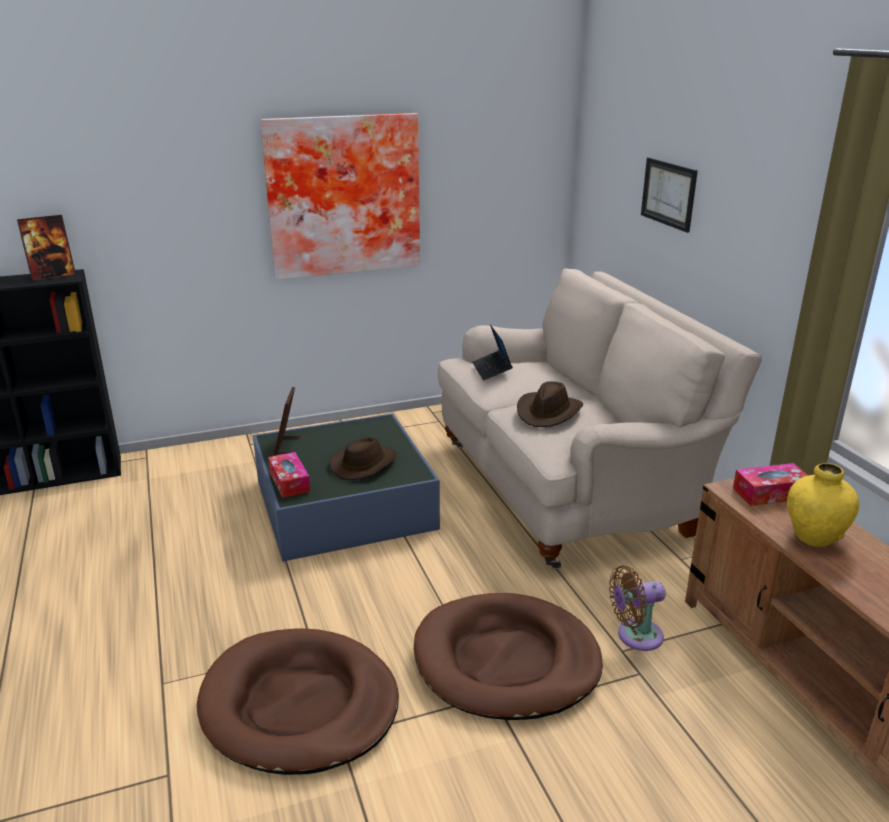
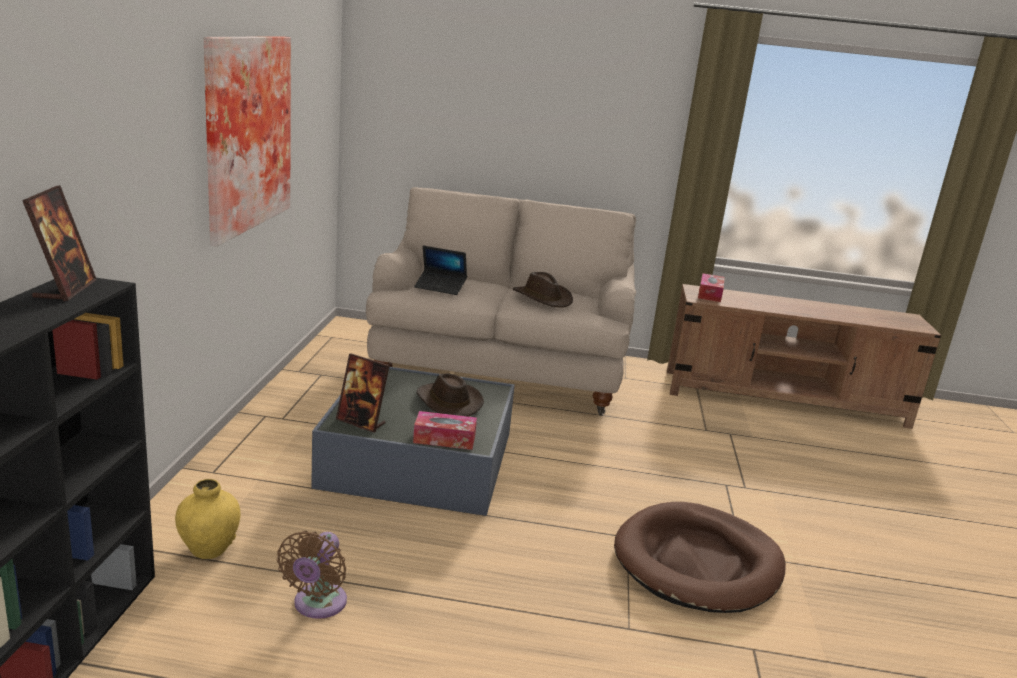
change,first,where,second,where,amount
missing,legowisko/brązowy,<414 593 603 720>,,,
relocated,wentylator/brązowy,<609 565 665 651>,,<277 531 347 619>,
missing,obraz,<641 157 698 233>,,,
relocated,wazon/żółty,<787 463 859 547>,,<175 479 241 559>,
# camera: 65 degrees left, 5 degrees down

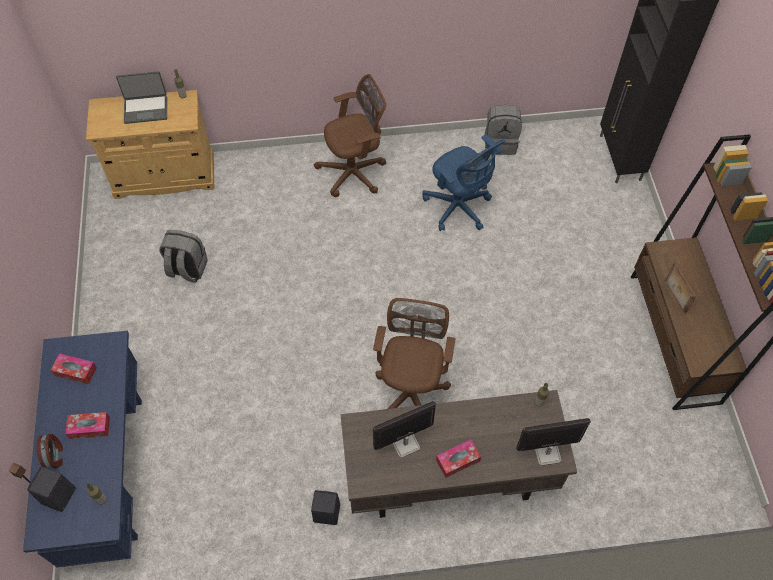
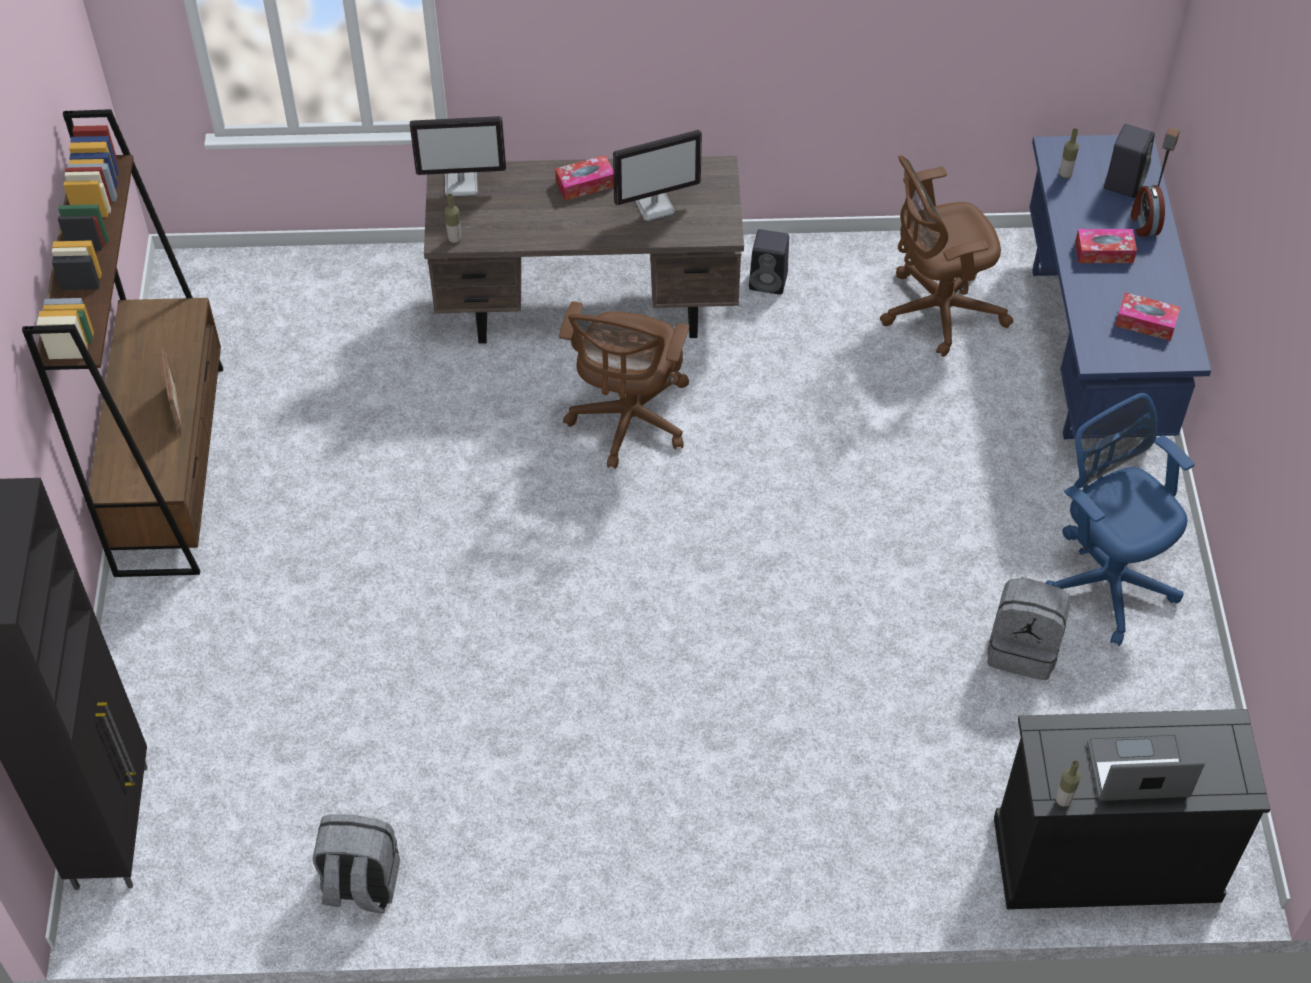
change,first,where,second,where,amount
colour,szafka/beżowy,<86 90 214 199>,szafka/czarny,<994 709 1270 909>,
relocated,krzesło biurowe/brązowy,<314 74 386 197>,,<880 155 1014 357>,
relocated,krzesło biurowe/niebieski,<423 134 505 231>,,<1046 393 1195 646>,
# camera: 175 degrees left, 5 degrees down

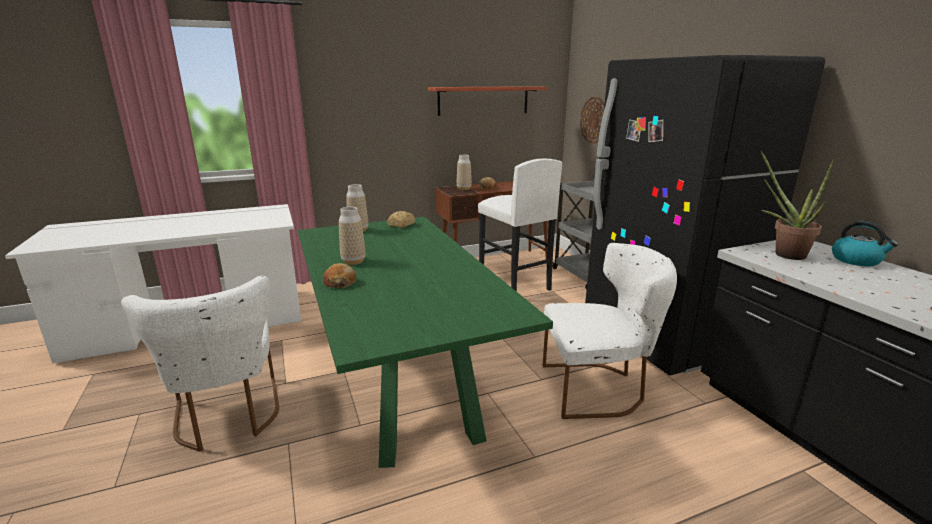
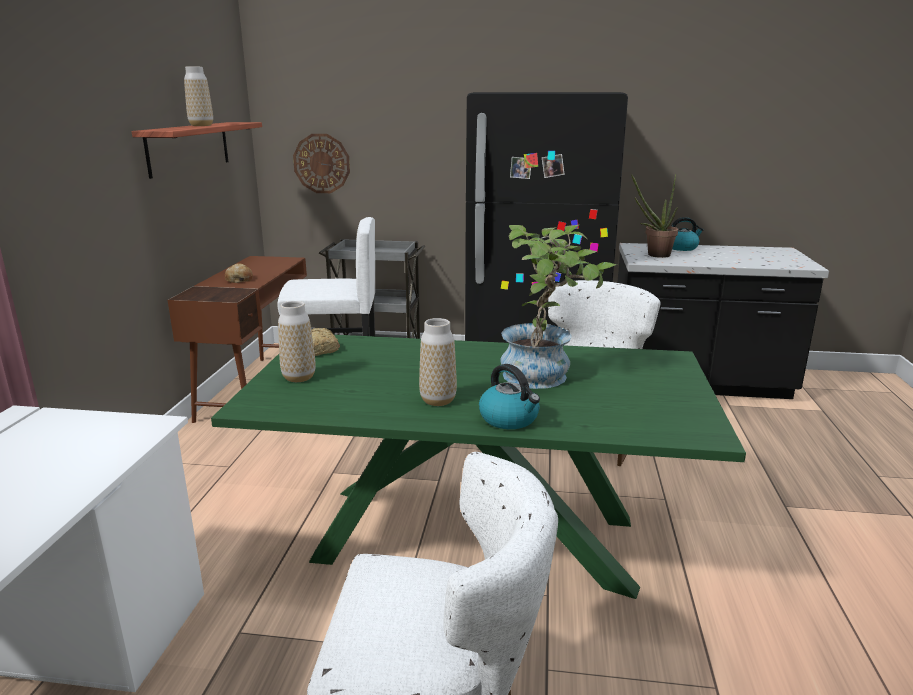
change,first,where,second,where,amount
exchanged,chleb,<323 263 356 288>,czajnik,<479 364 540 429>,
relocated,wazon,<457 155 472 190>,,<184 66 213 126>,
appeared,,,roślina doniczkowa,<500 225 617 389>,
# camera: 60 degrees left, 0 degrees up

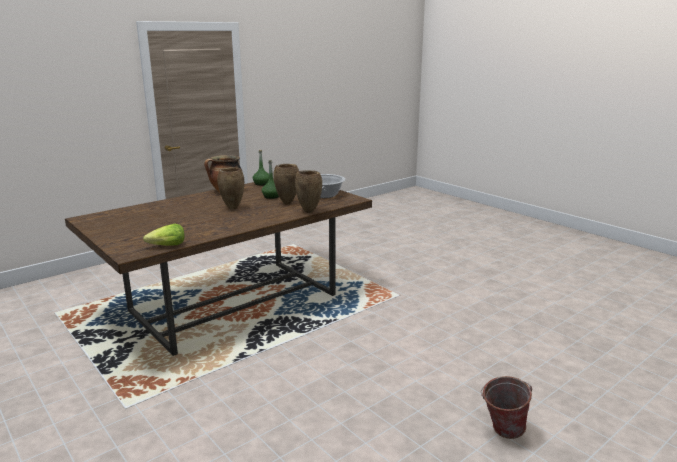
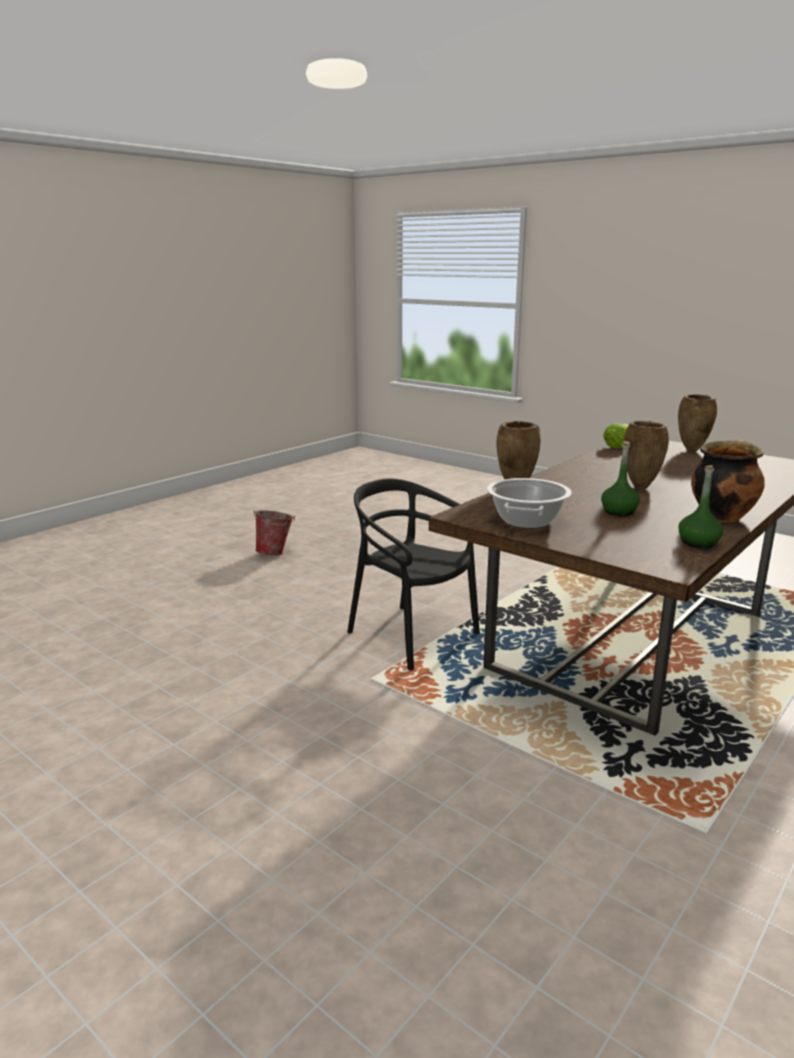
change,first,where,second,where,amount
relocated,wazon/brązowy,<273 164 299 205>,,<678 394 717 452>,
appeared,,,krzesło/czarny,<347 479 480 670>,
# camera: 170 degrees right, 0 degrees up

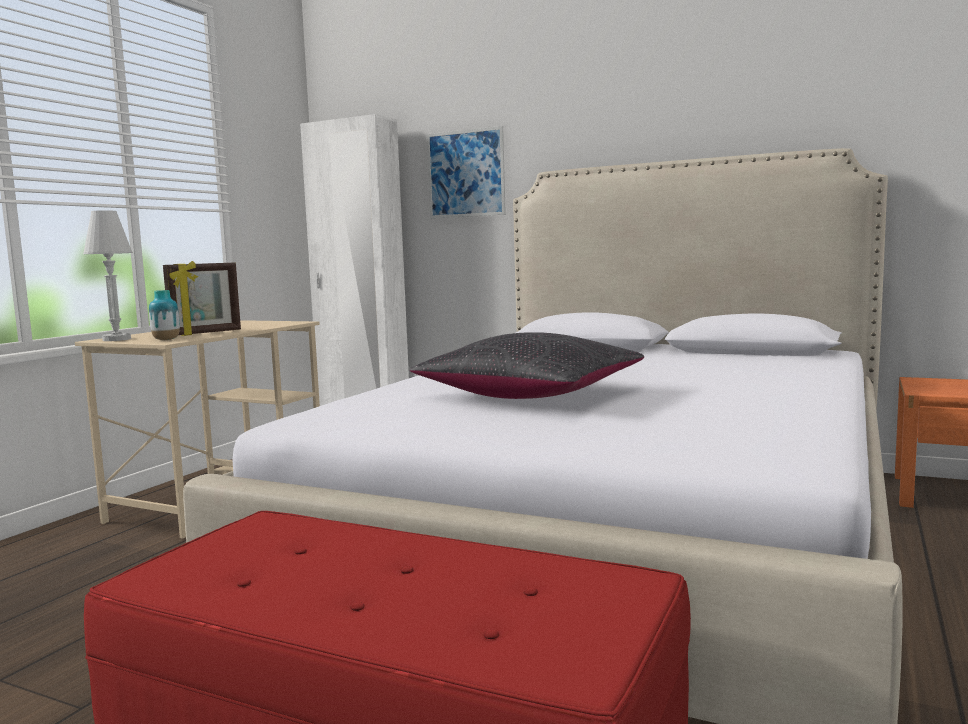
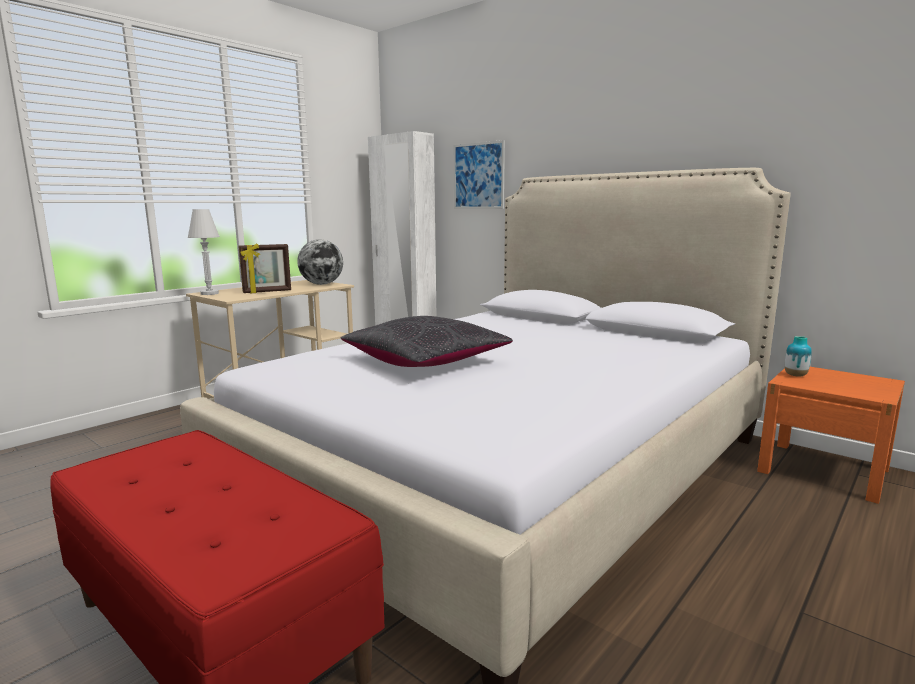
change,first,where,second,where,amount
relocated,wazon,<149 290 180 340>,,<785 336 812 376>,
appeared,,,globus,<297 239 343 285>,
# camera: 15 degrees right, 5 degrees up

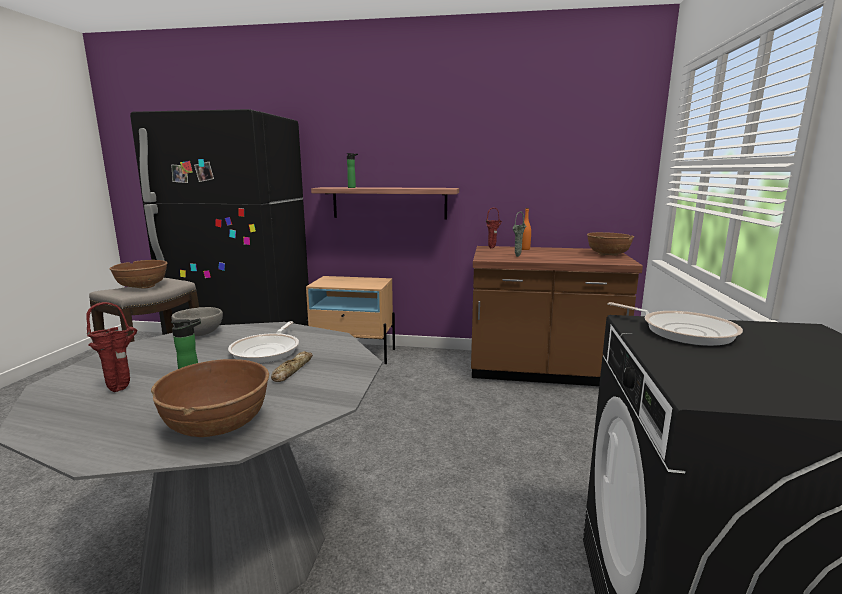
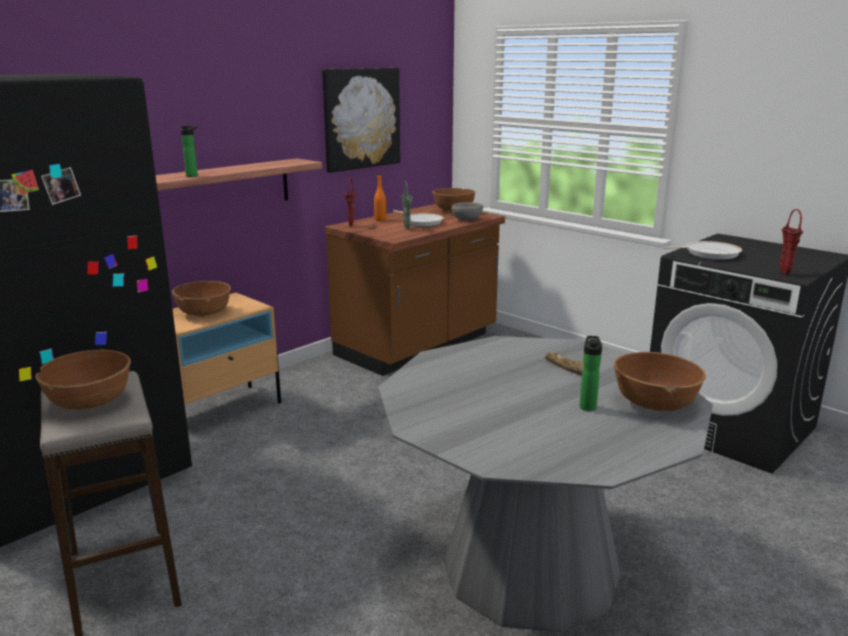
change,first,where,second,where,amount
relocated,wazon/czerwony,<86 302 138 392>,,<780 209 803 275>,
relocated,miska/szary,<172 307 223 336>,,<451 202 483 220>,
relocated,patelnia,<228 321 299 363>,,<393 210 444 226>,
appeared,,,miska/brązowy,<172 281 231 317>,
appeared,,,obraz,<322 68 400 173>,
# camera: 55 degrees left, 5 degrees up

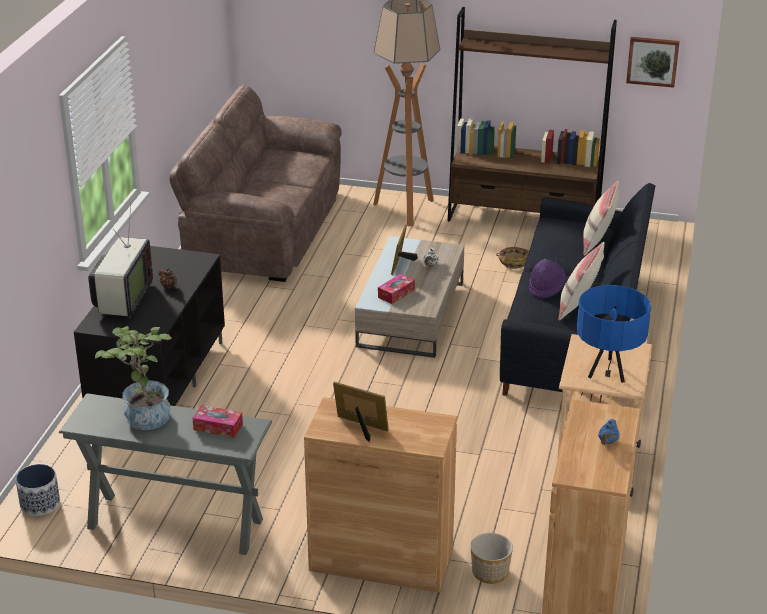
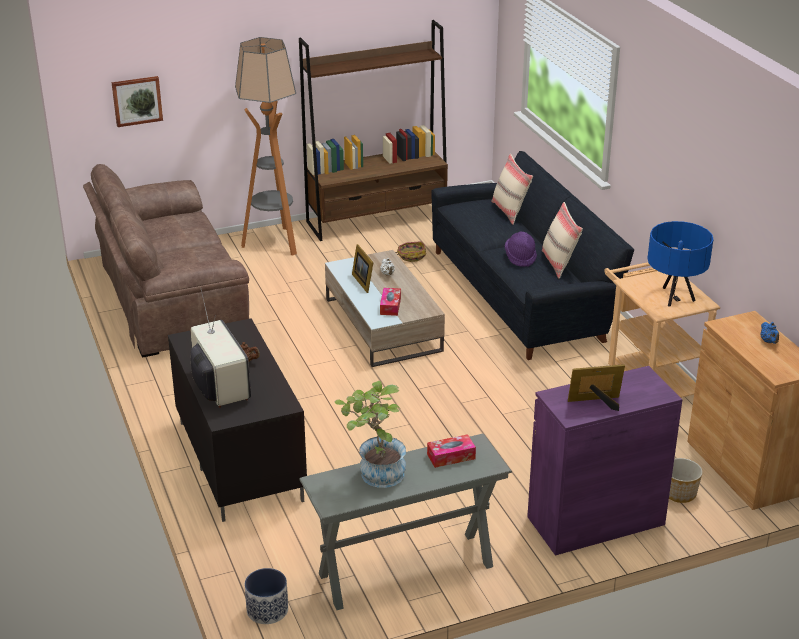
change,first,where,second,where,amount
colour,szafka/brązowy,<304 397 457 593>,szafka/fioletowy,<527 366 682 556>,
relocated,obraz,<626 37 680 88>,,<111 76 163 127>,
# camera: 35 degrees left, 0 degrees up

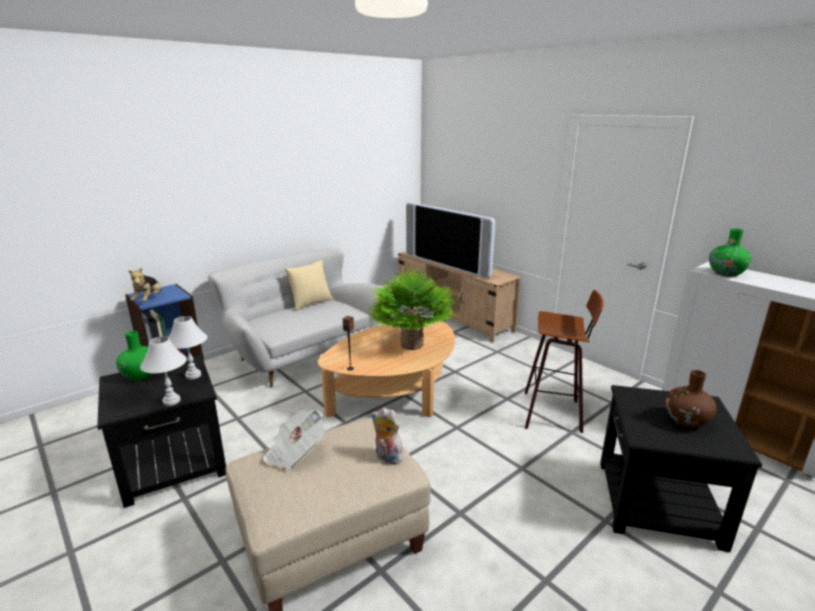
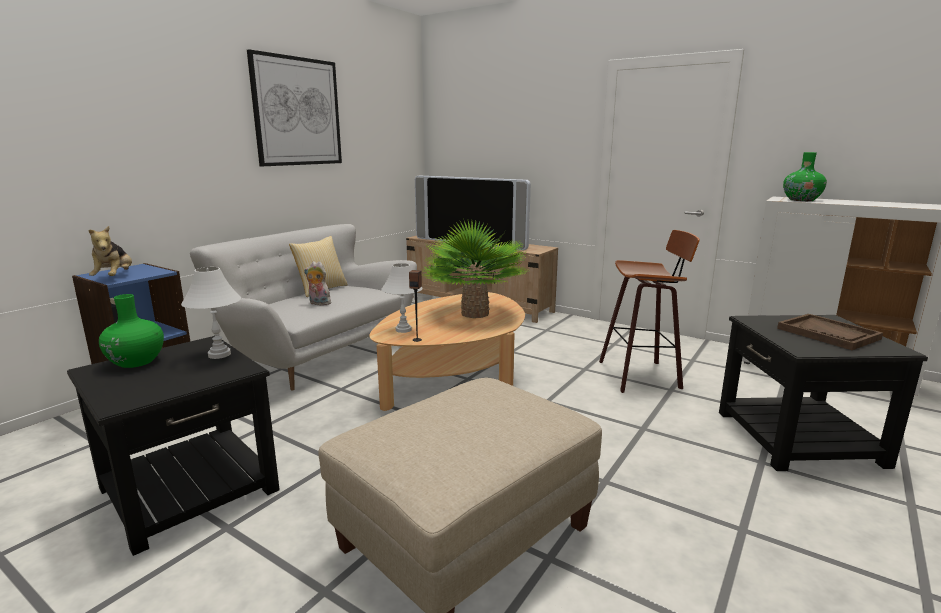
change,first,where,second,where,amount
relocated,lampa stołowa/biały,<140 336 187 406>,,<381 263 423 333>,
missing,gazeta,<263 410 325 470>,,,
relocated,pluszak,<372 408 403 464>,,<304 261 331 306>,
exchanged,wazon/brązowy,<666 370 717 428>,taca/brązowy,<777 314 883 350>,
appeared,,,obraz,<247 49 342 166>,
# camera: 15 degrees left, 5 degrees down

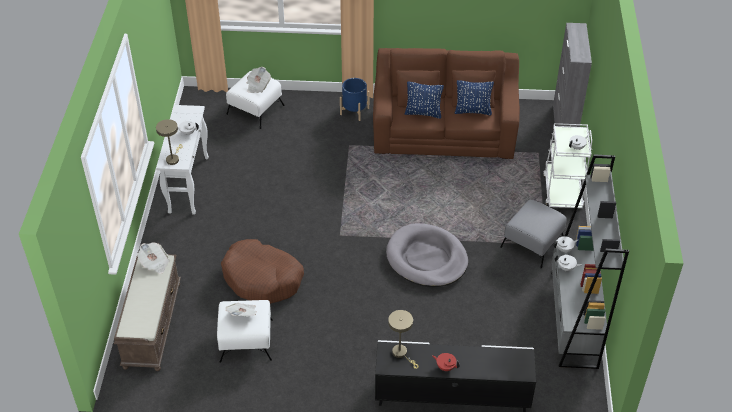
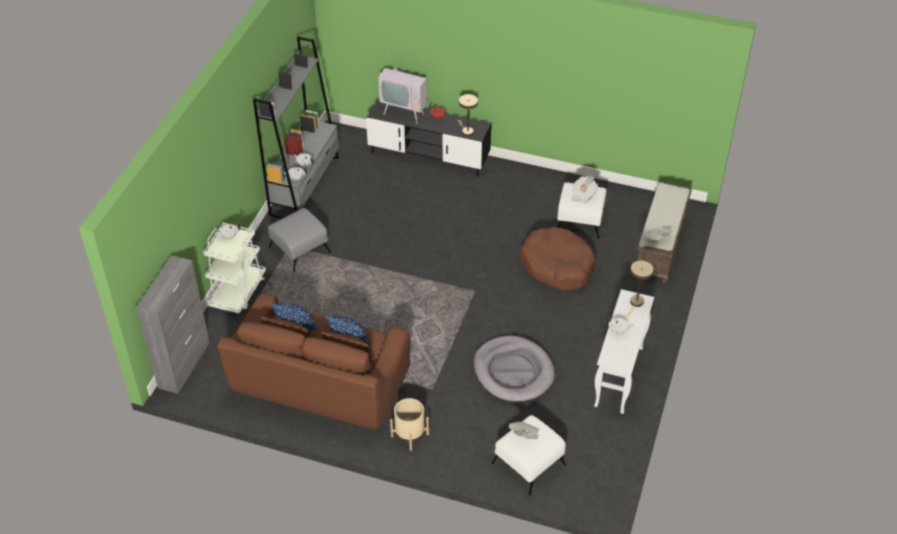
change,first,where,second,where,amount
colour,donica/niebieski,<340 78 369 121>,donica/beżowy,<390 398 429 451>,
relocated,legowisko/szary,<386 223 468 287>,,<474 336 555 402>,
appeared,,,telewizor,<378 49 427 124>,
# camera: 165 degrees left, 0 degrees up

